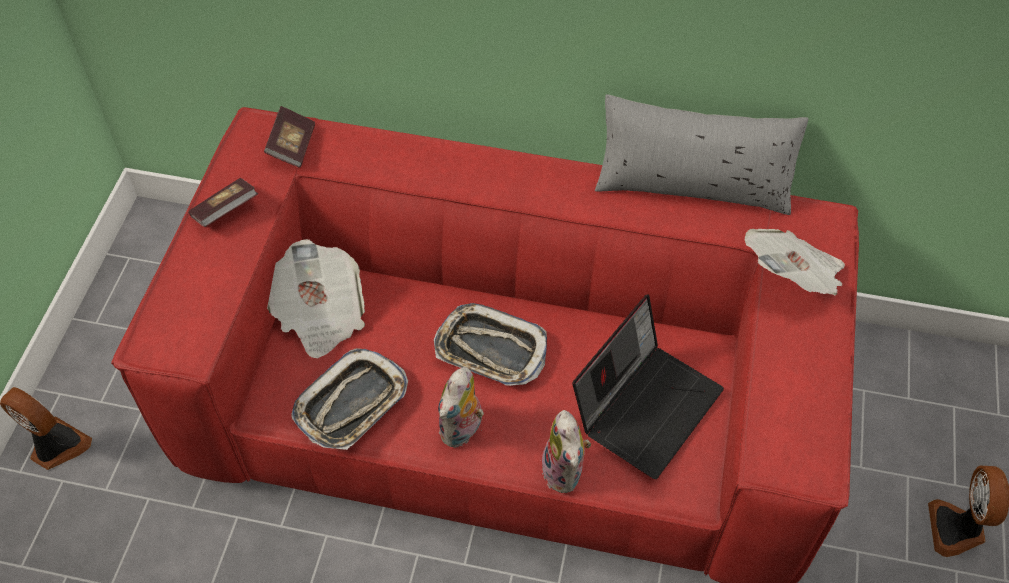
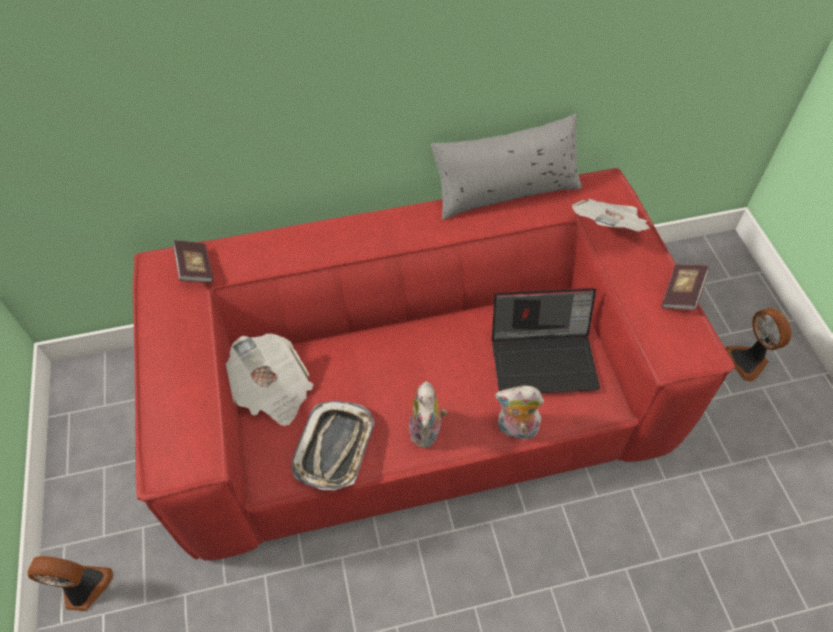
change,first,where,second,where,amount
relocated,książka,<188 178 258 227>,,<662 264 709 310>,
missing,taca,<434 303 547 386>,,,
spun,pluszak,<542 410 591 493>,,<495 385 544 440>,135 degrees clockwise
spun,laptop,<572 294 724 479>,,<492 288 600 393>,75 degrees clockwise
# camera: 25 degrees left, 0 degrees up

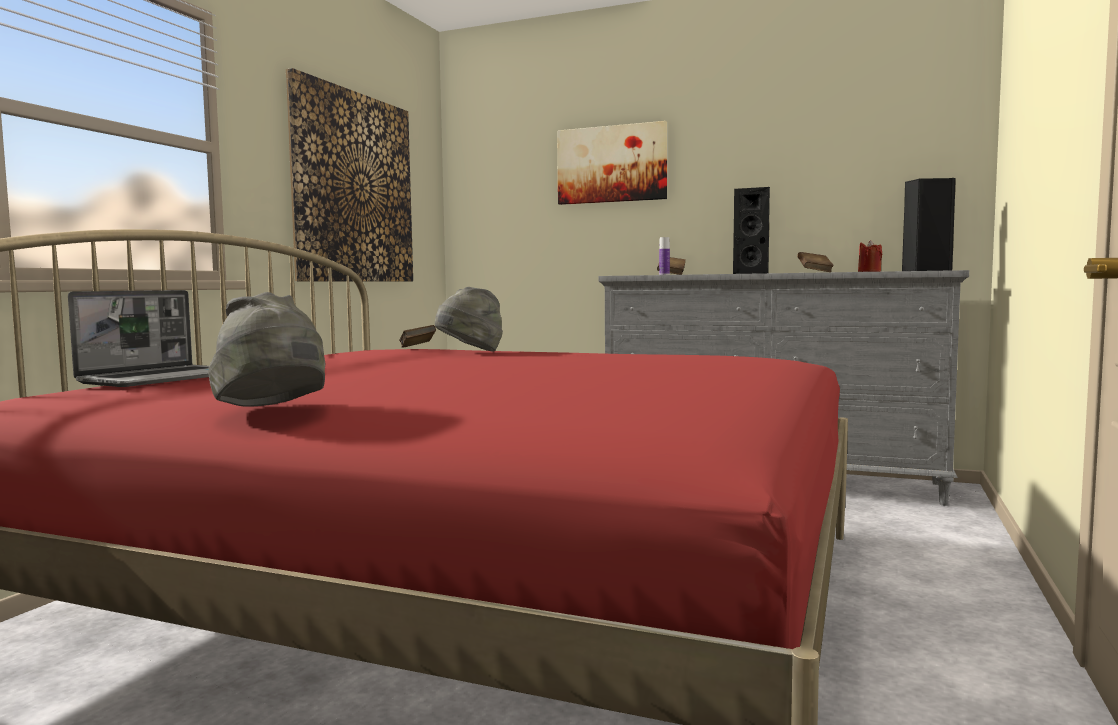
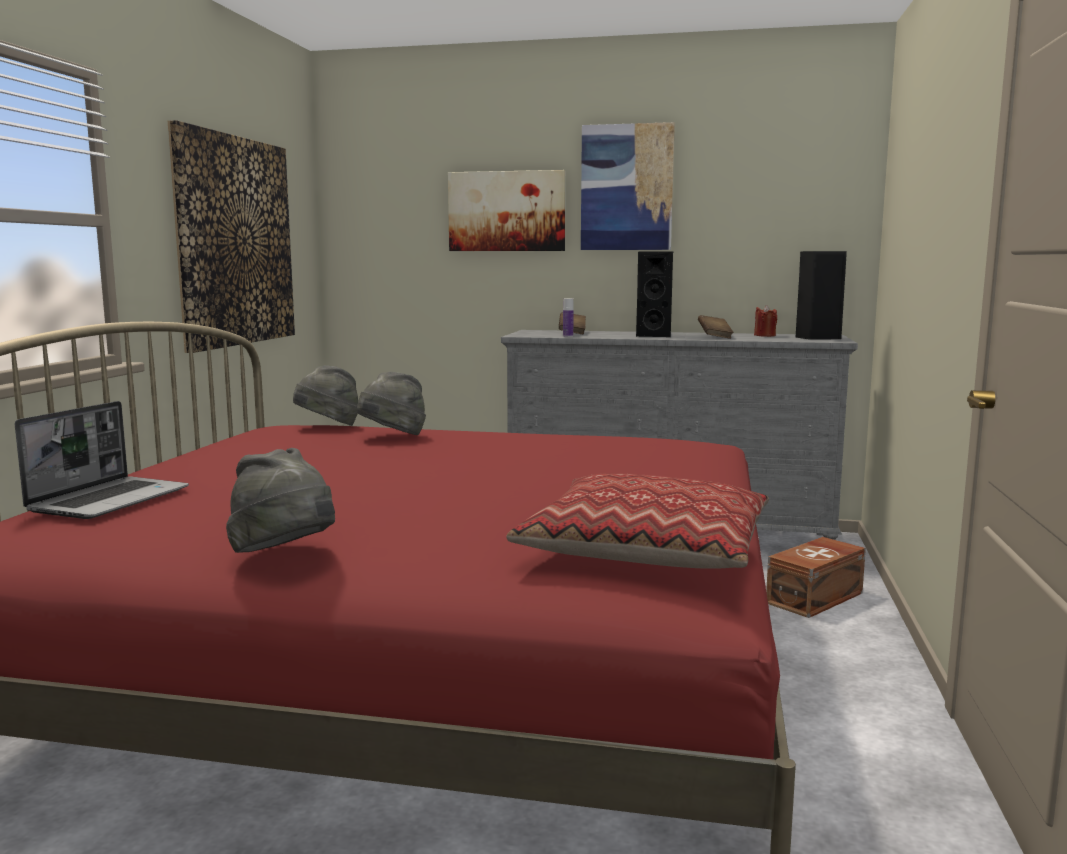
change,first,where,second,where,amount
exchanged,książka/brązowy,<399 325 436 348>,kapelusz/szary,<293 365 358 426>,
appeared,,,poduszka,<506 473 769 569>,
appeared,,,obraz,<581 122 675 250>,
appeared,,,pojemnik do przechowywania/brązowy,<766 537 866 618>,
# camera: 10 degrees left, 5 degrees up

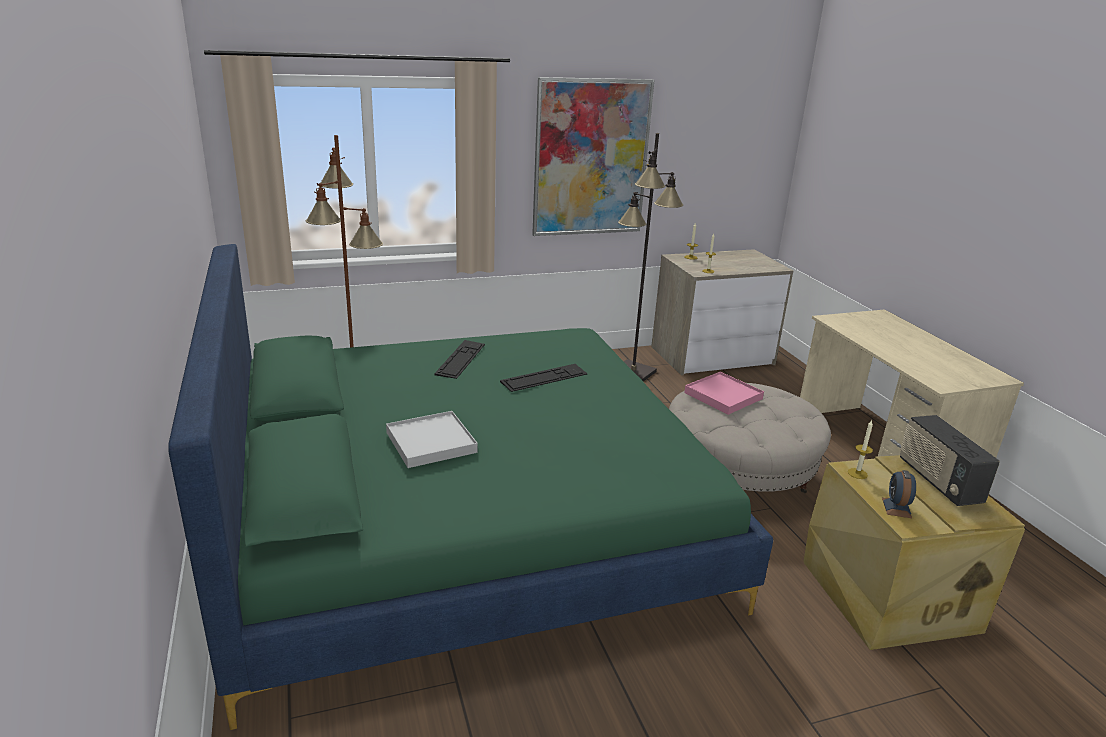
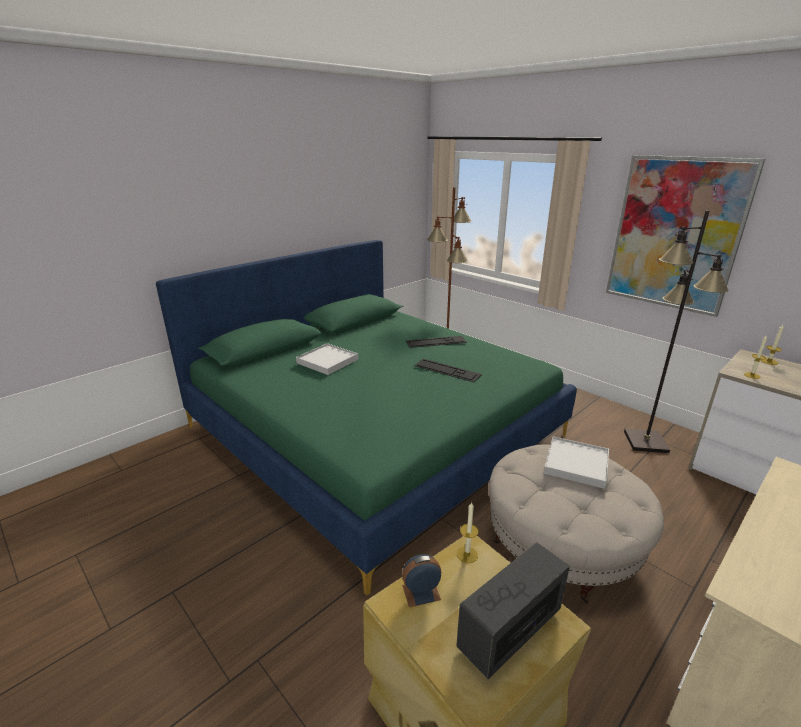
change,first,where,second,where,amount
colour,taca/różowy,<684 372 764 415>,taca/biały,<544 436 609 489>,
# camera: 65 degrees right, 0 degrees up

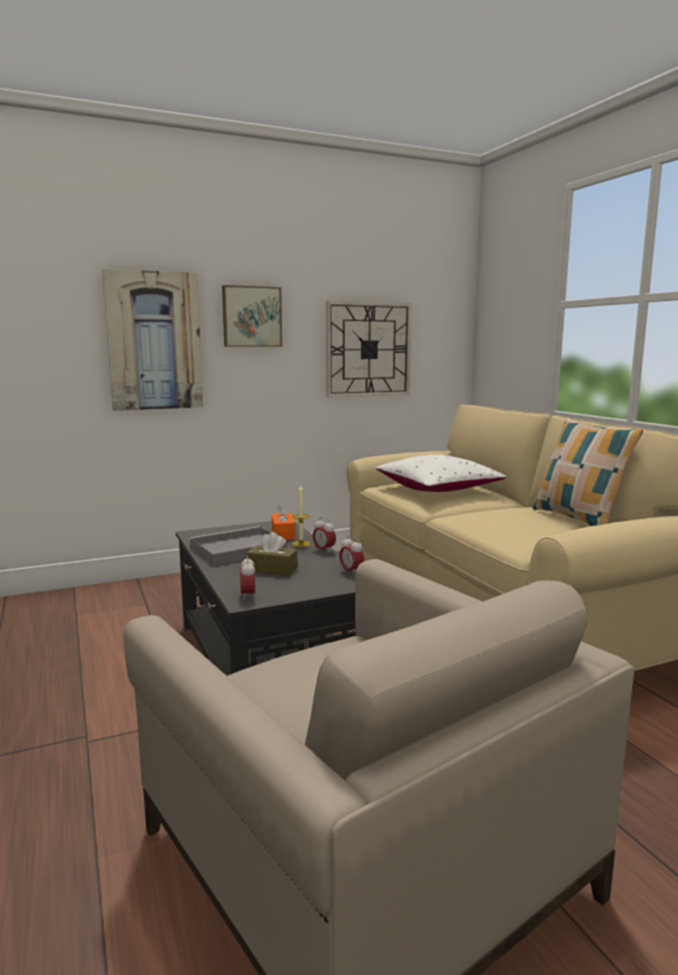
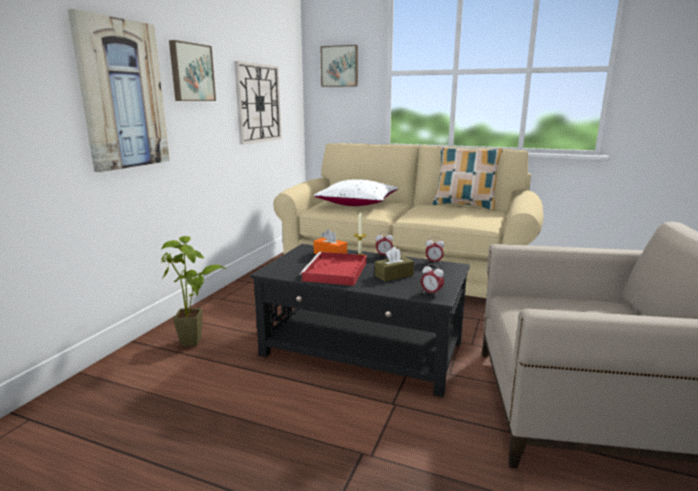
change,first,where,second,where,amount
colour,taca/szary,<189 526 287 565>,taca/czerwony,<300 252 367 286>,
appeared,,,roślina doniczkowa,<161 236 226 346>,
appeared,,,obraz,<321 45 358 87>,
# camera: 45 degrees left, 5 degrees up

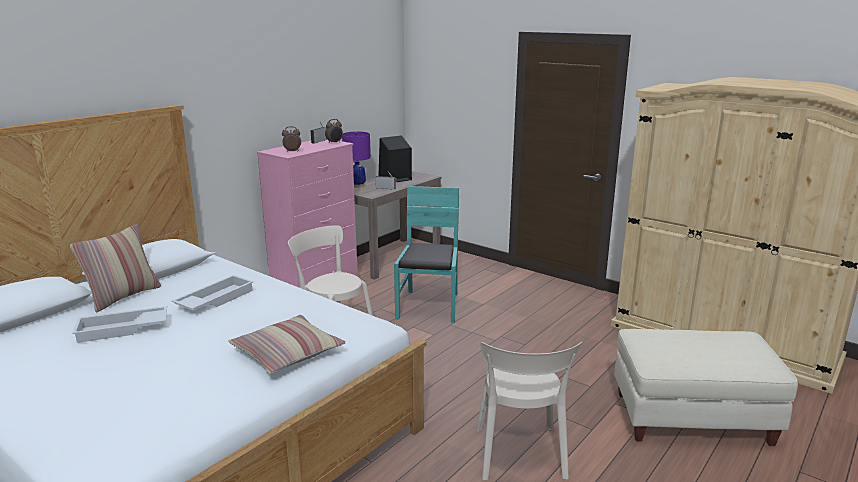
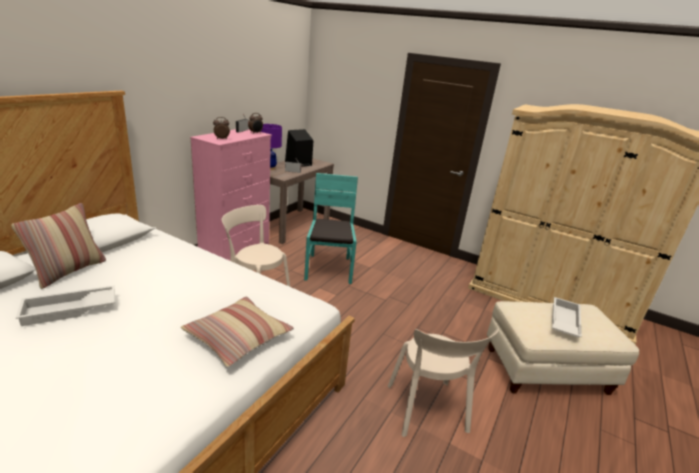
change,first,where,second,where,amount
relocated,taca/biały,<172 275 254 311>,,<552 297 582 338>,
# camera: 10 degrees left, 5 degrees up

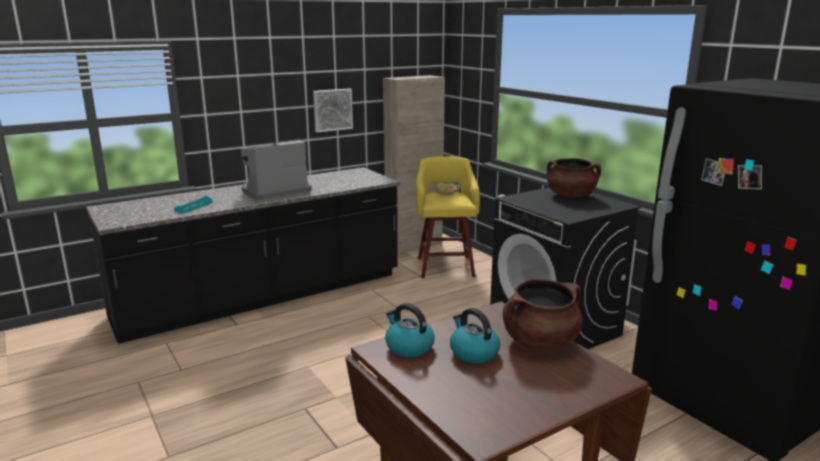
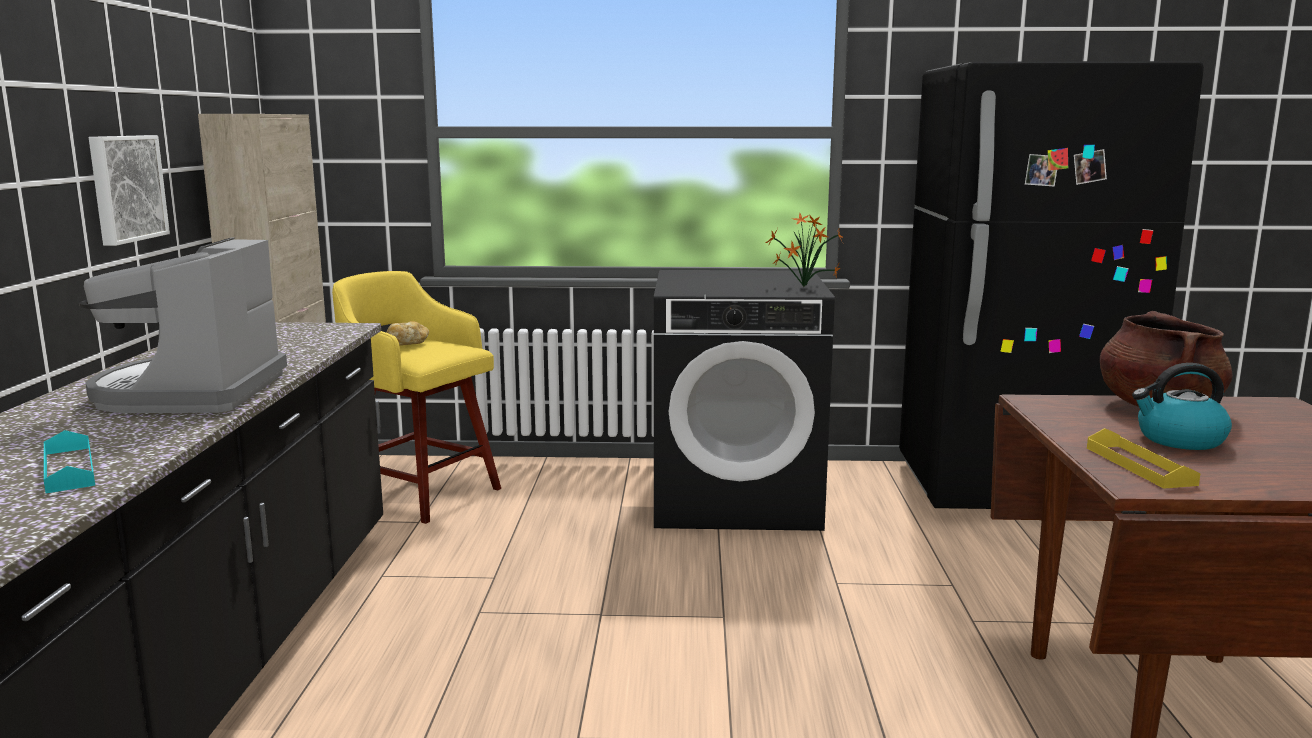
change,first,where,second,where,amount
exchanged,czajnik,<385 303 435 357>,taca/żółty,<1087 428 1201 489>,
missing,garnek/brązowy,<547 158 601 197>,,,
appeared,,,roślina doniczkowa,<765 213 843 287>,
# camera: 55 degrees left, 5 degrees down

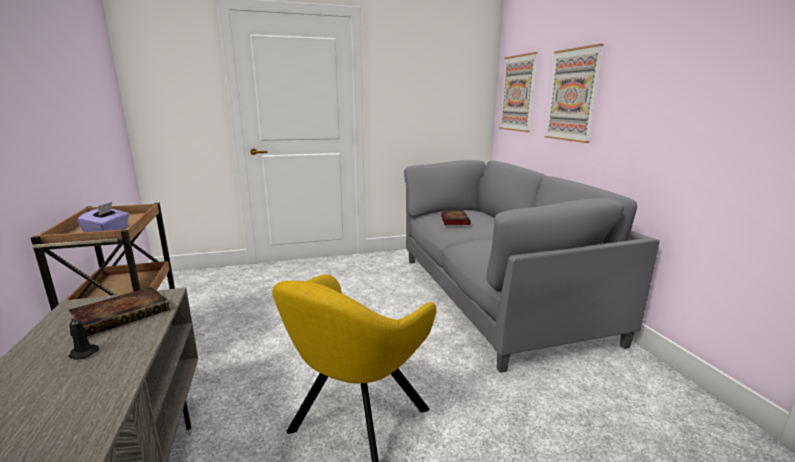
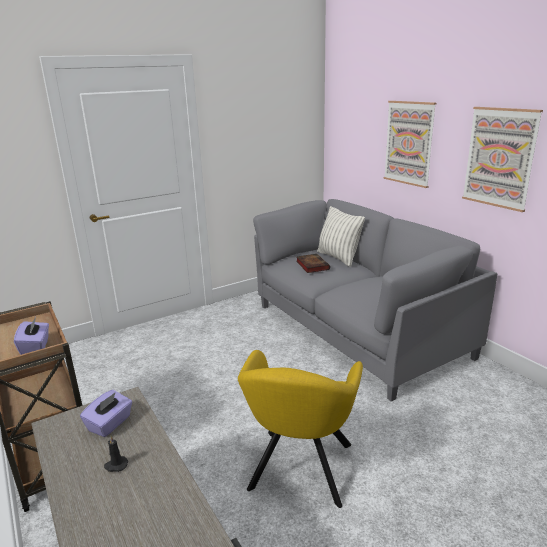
change,first,where,second,where,amount
exchanged,książka,<69 287 169 336>,pudełko chusteczek/fioletowy,<80 390 132 437>,
relocated,obraz,<499 52 538 132>,,<462 107 543 212>,
appeared,,,poduszka,<317 206 365 267>,
# camera: 15 degrees left, 5 degrees up

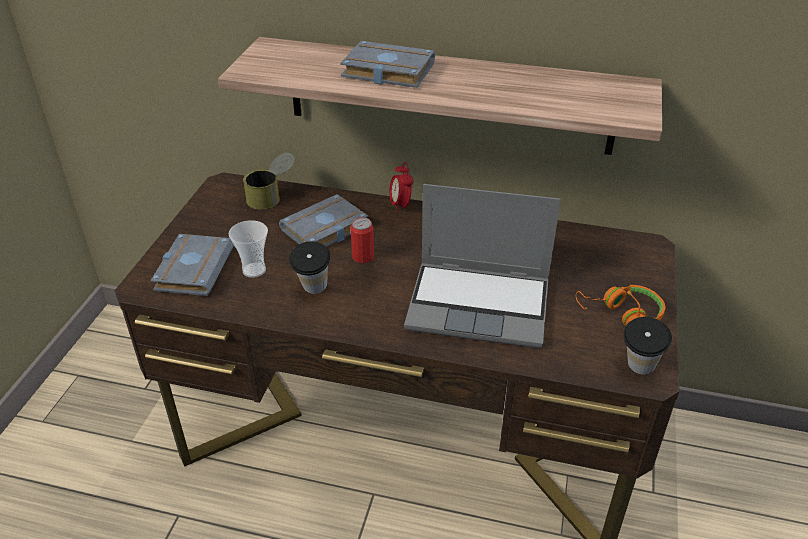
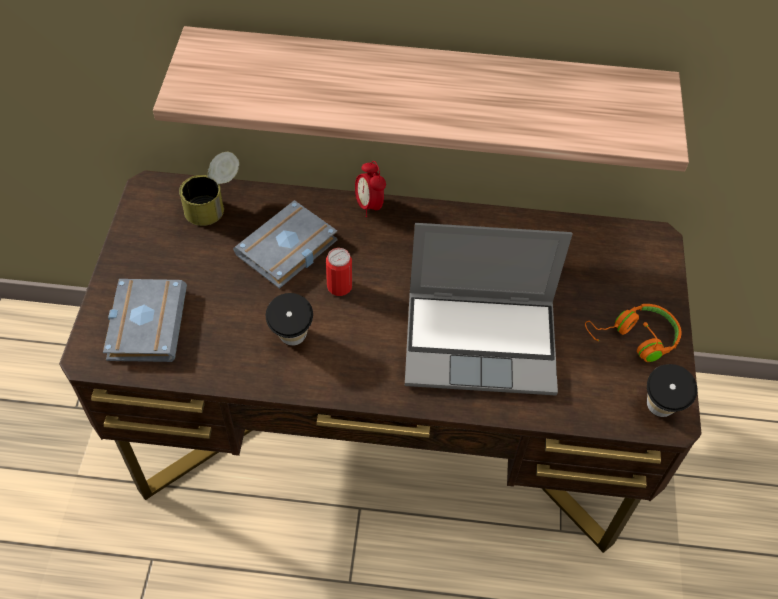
change,first,where,second,where,amount
missing,filiżanka,<228 220 268 278>,,,
missing,książka/szary,<340 41 435 88>,,,
# camera: 10 degrees left, 15 degrees up

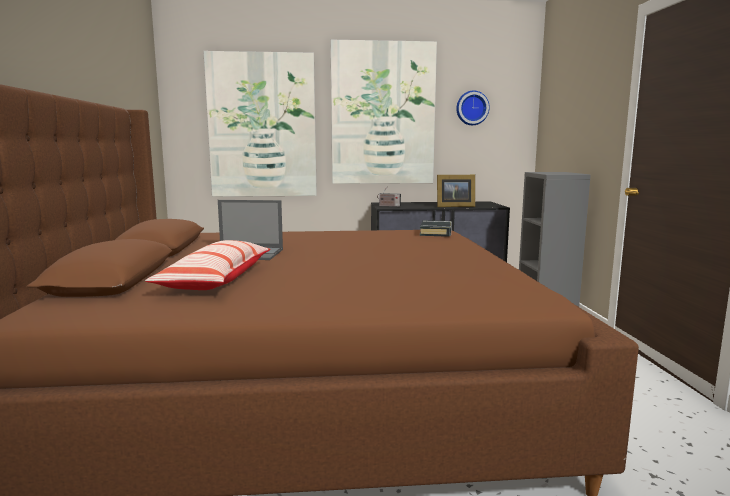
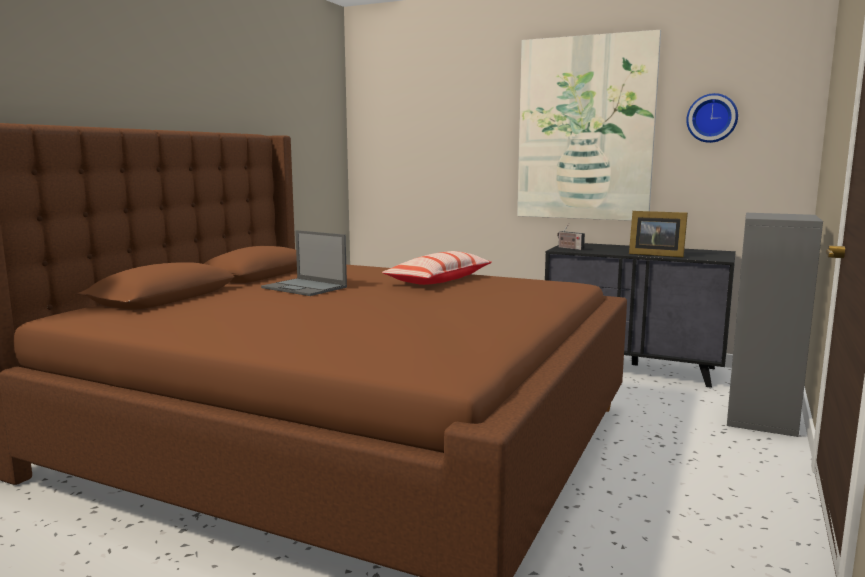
change,first,where,second,where,amount
relocated,poduszka,<145 240 270 290>,,<382 251 492 285>,
missing,obraz,<203 51 317 197>,,,
missing,książka/czarny,<420 220 452 237>,,,
# camera: 30 degrees right, 0 degrees up

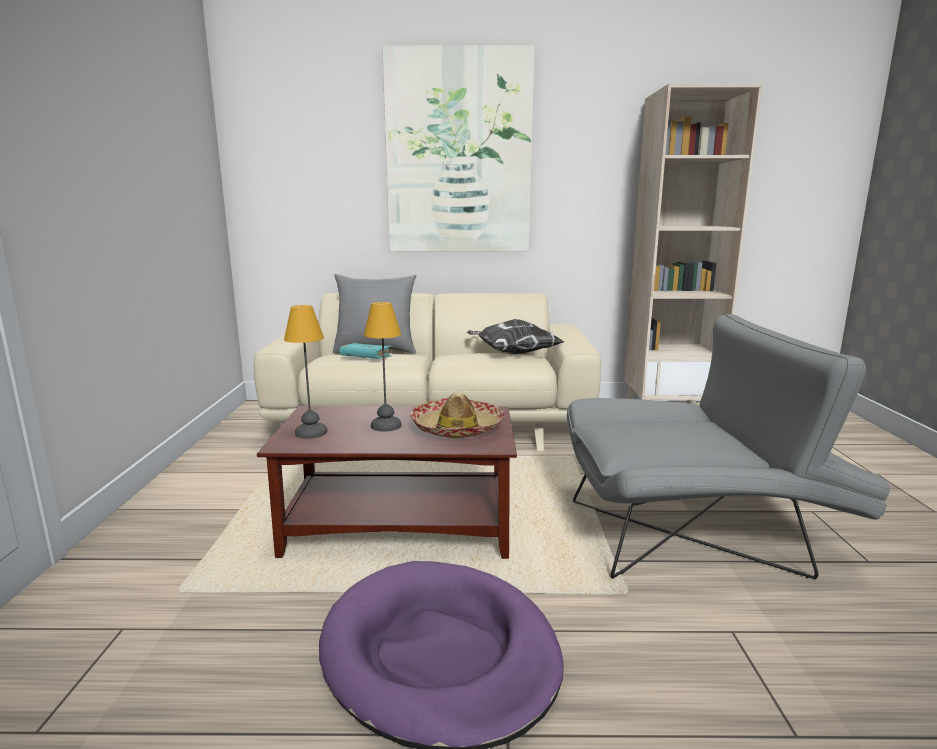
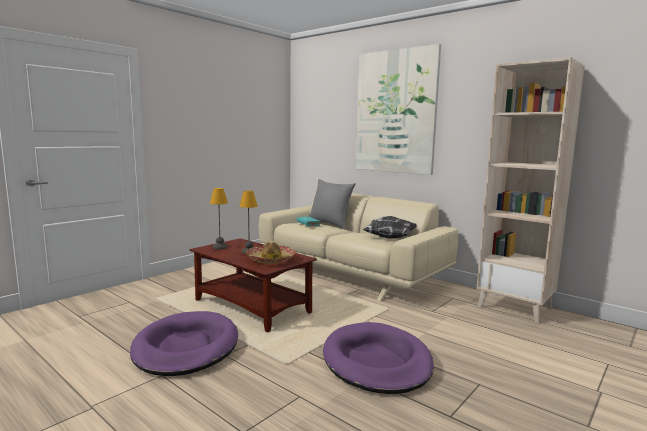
change,first,where,second,where,amount
exchanged,fotel/szary,<567 314 890 579>,legowisko/fioletowy,<323 322 434 394>,
# camera: 40 degrees right, 5 degrees down

